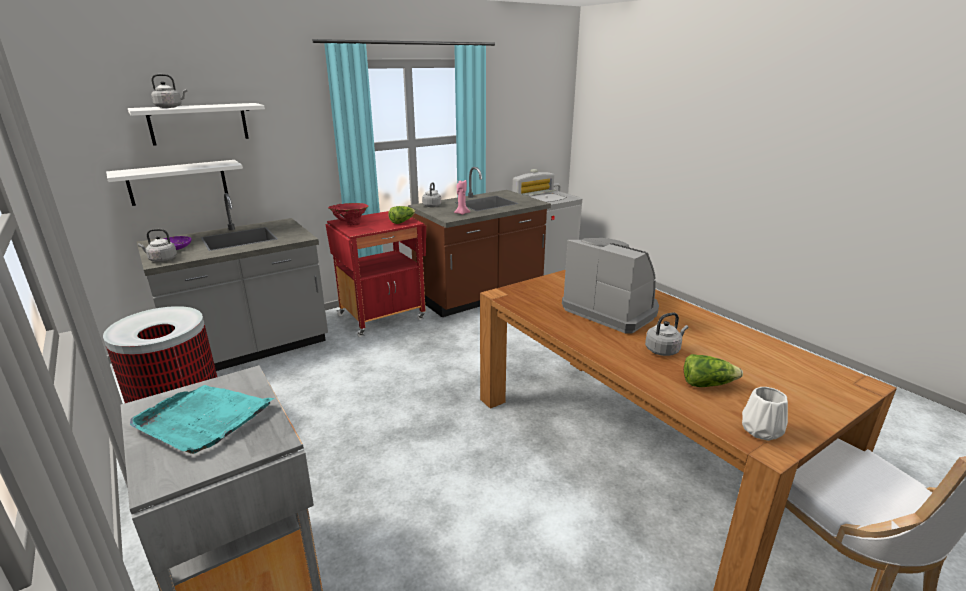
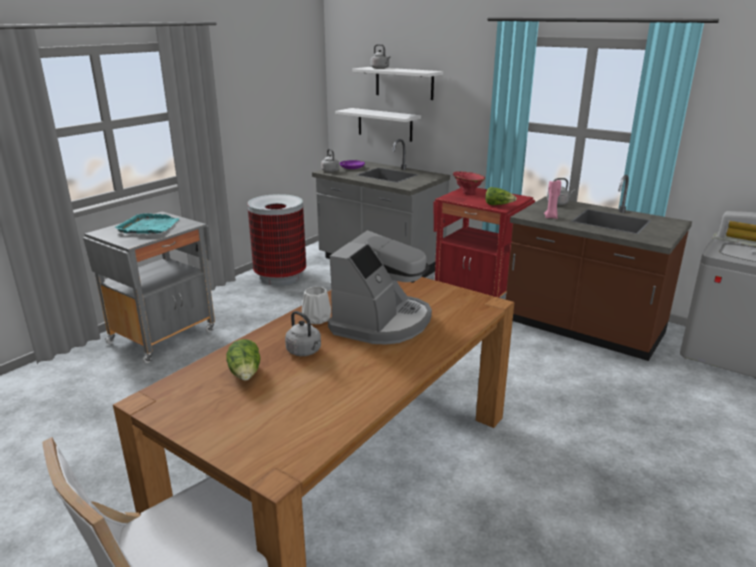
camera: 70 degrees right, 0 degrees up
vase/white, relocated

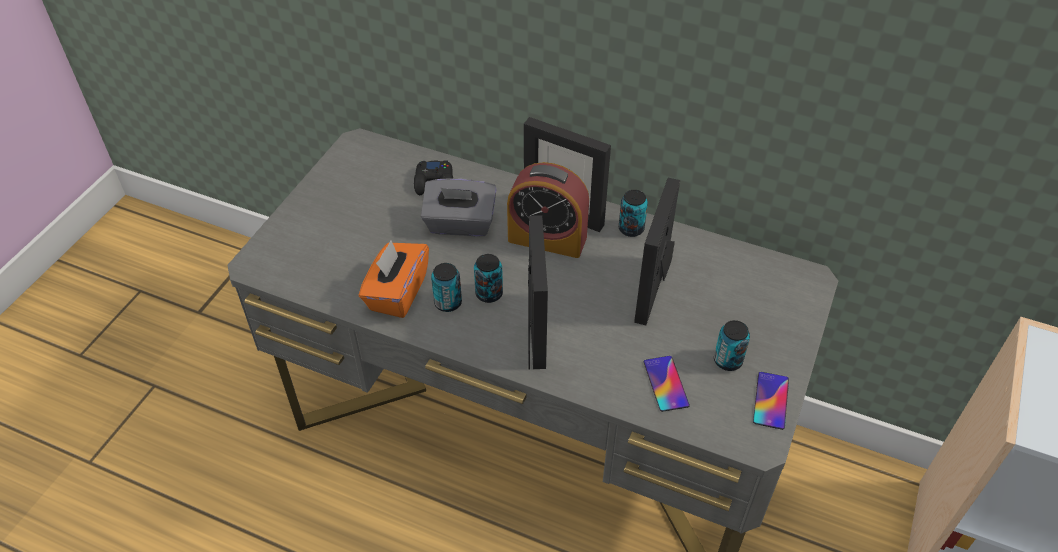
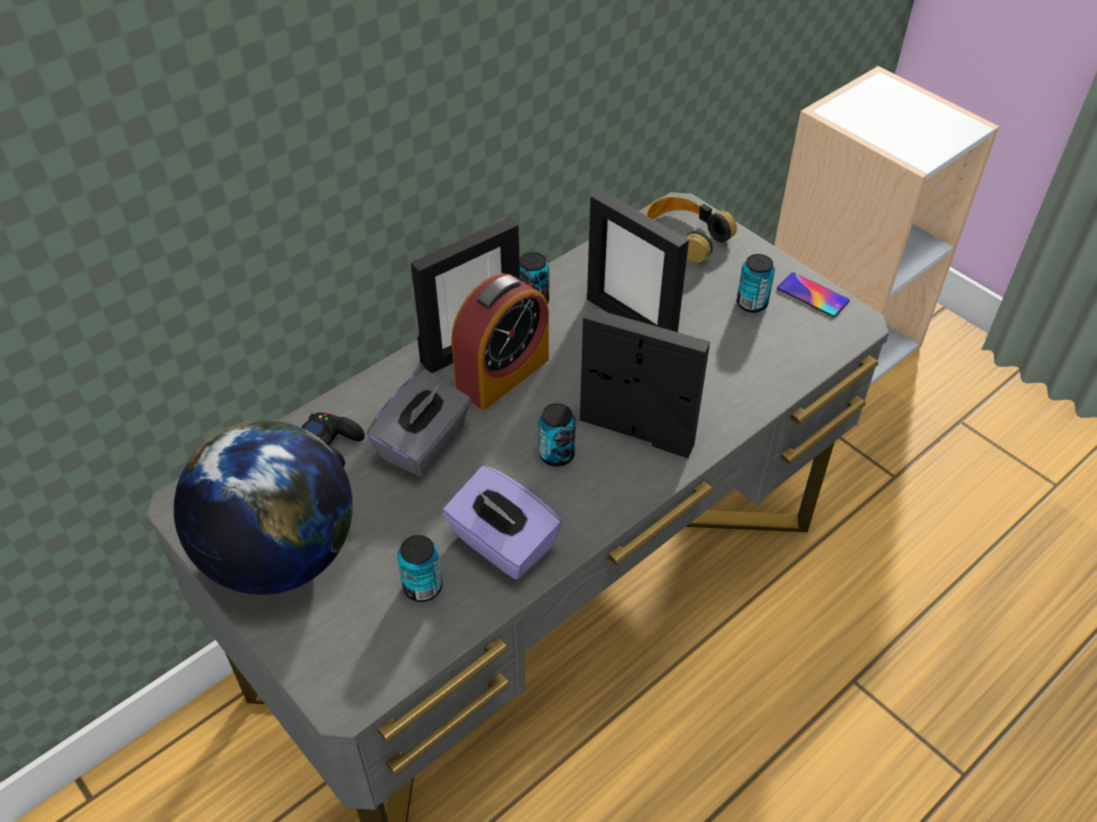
camera: 65 degrees left, 0 degrees up
phone (no. 1 from left) → -
- → globe
- → headphones
can (no. 1 from left), relocated
tissue box/orange → tissue box/purple

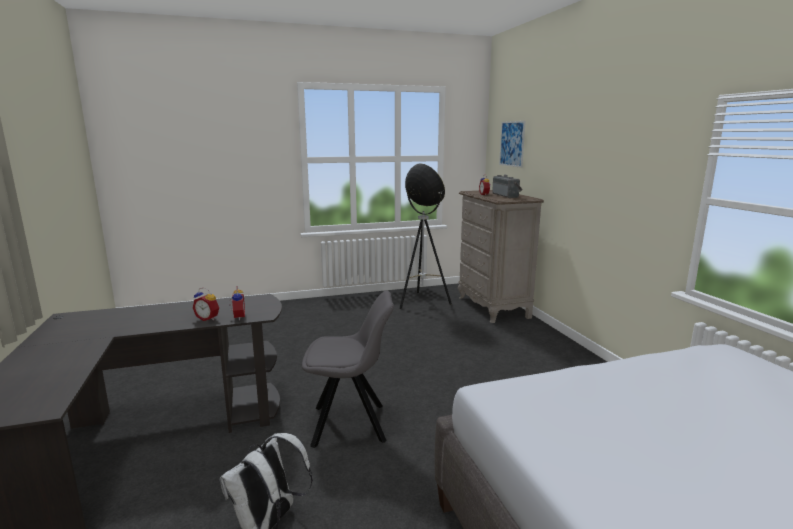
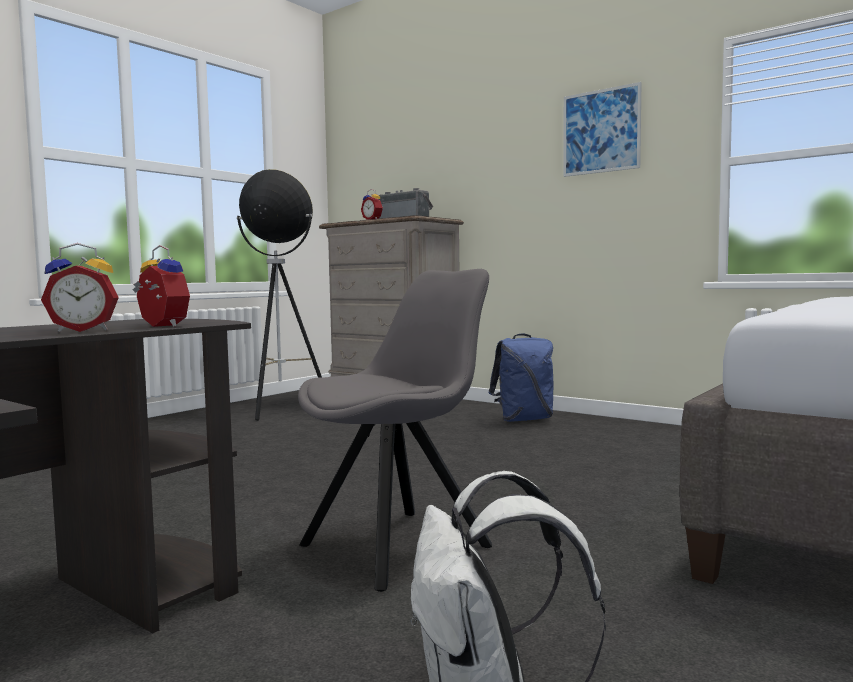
camera: 35 degrees left, 10 degrees down
- → backpack/blue
picture, relocated

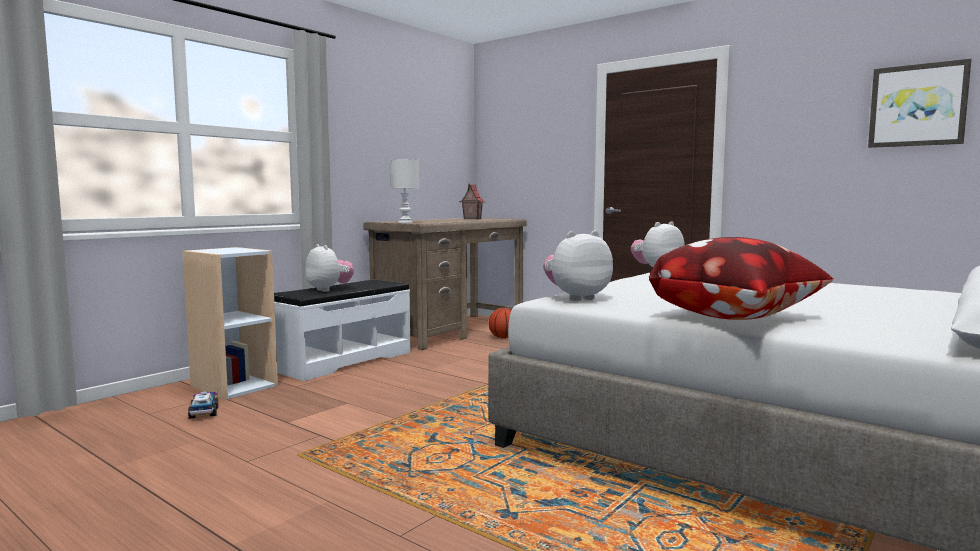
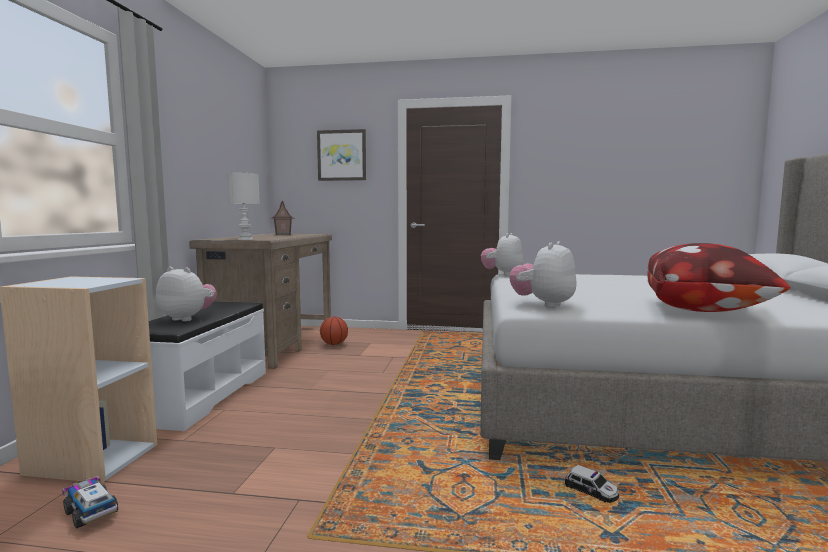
camera: 30 degrees left, 0 degrees up
- → toy car
picture, relocated

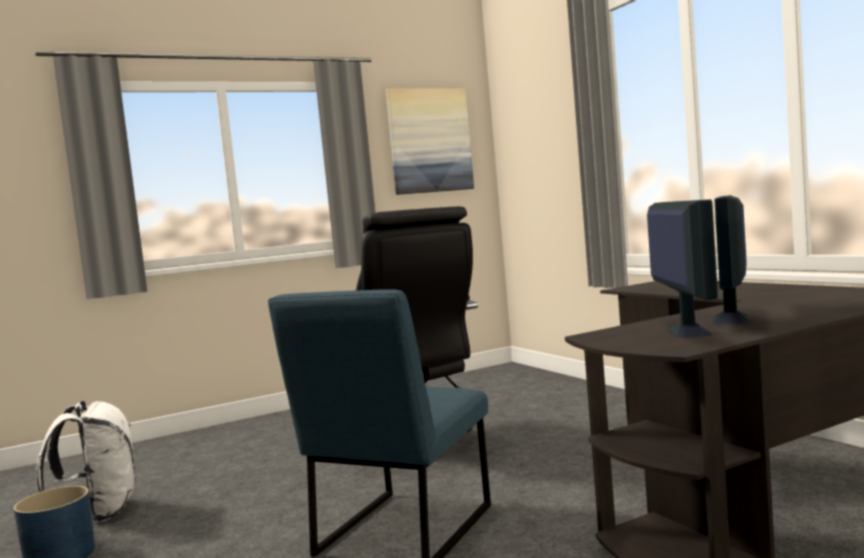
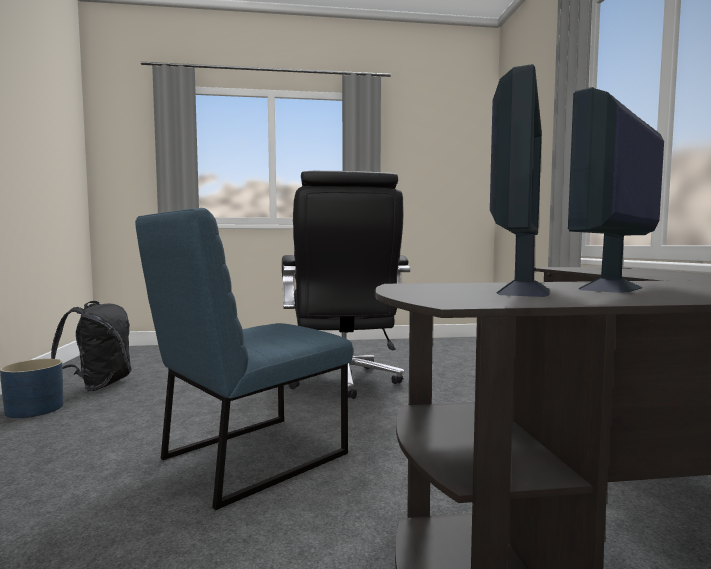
camera: 20 degrees right, 0 degrees up
picture → -
backpack/white → backpack/black

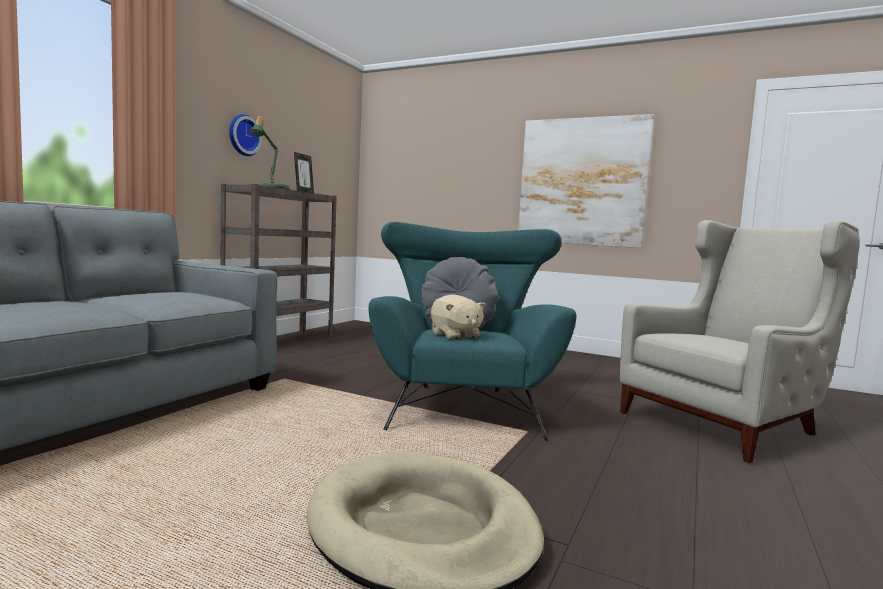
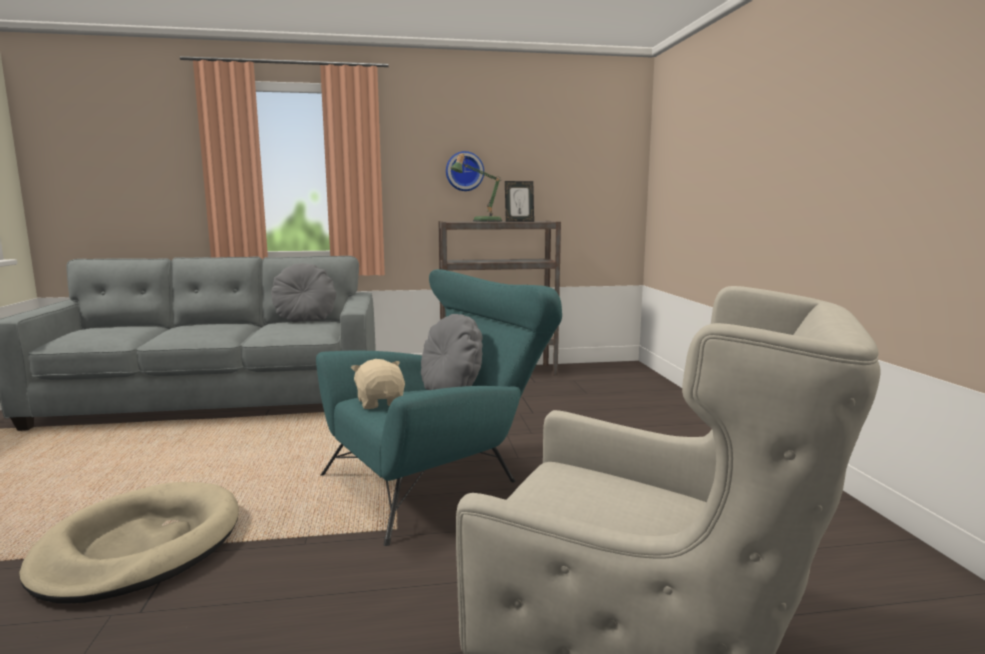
camera: 55 degrees right, 5 degrees up
picture → -
- → pillow/grey (no. 1 from left)
plush toy/beige, 135 degrees clockwise

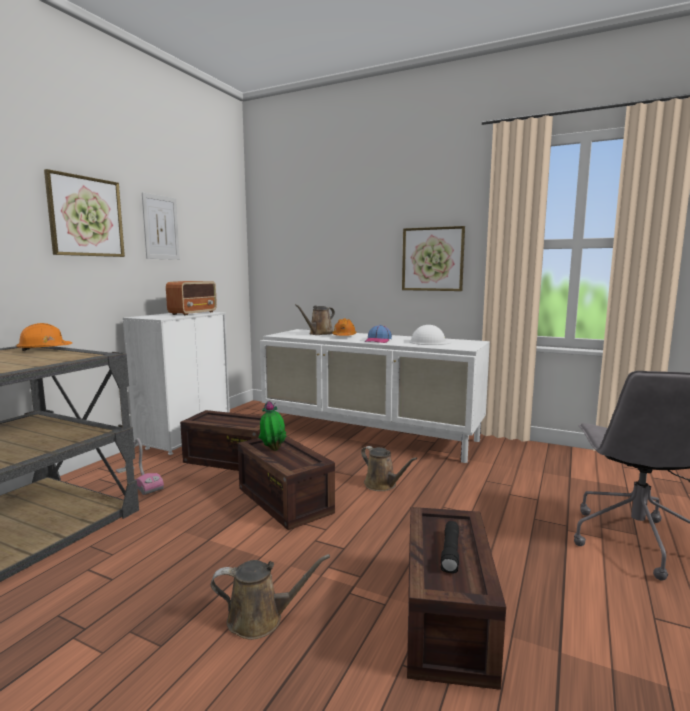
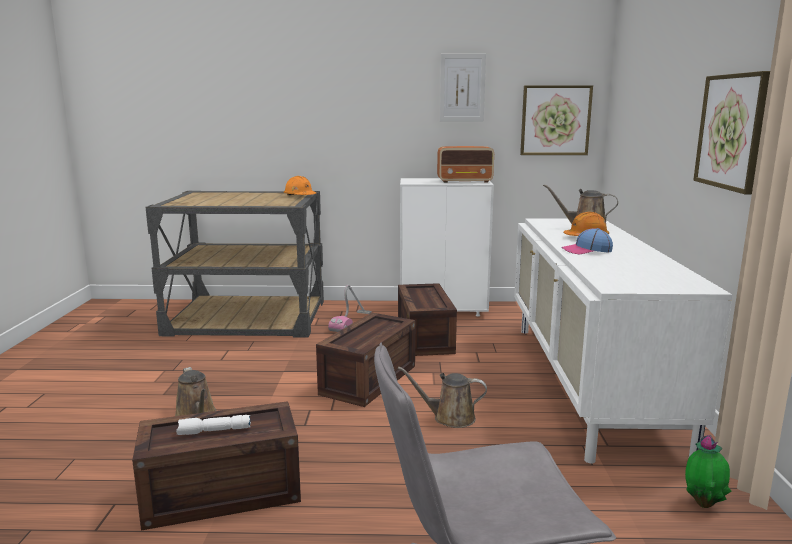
camera: 65 degrees right, 5 degrees up
hard hat/white → -
picture (no. 1 from left in the first image) → picture (no. 2 from left), relocated
potted plant, relocated
flashlight/black → flashlight/white
watering can/brown (no. 3 from left in the first image) → watering can/brown (no. 2 from left), 75 degrees clockwise

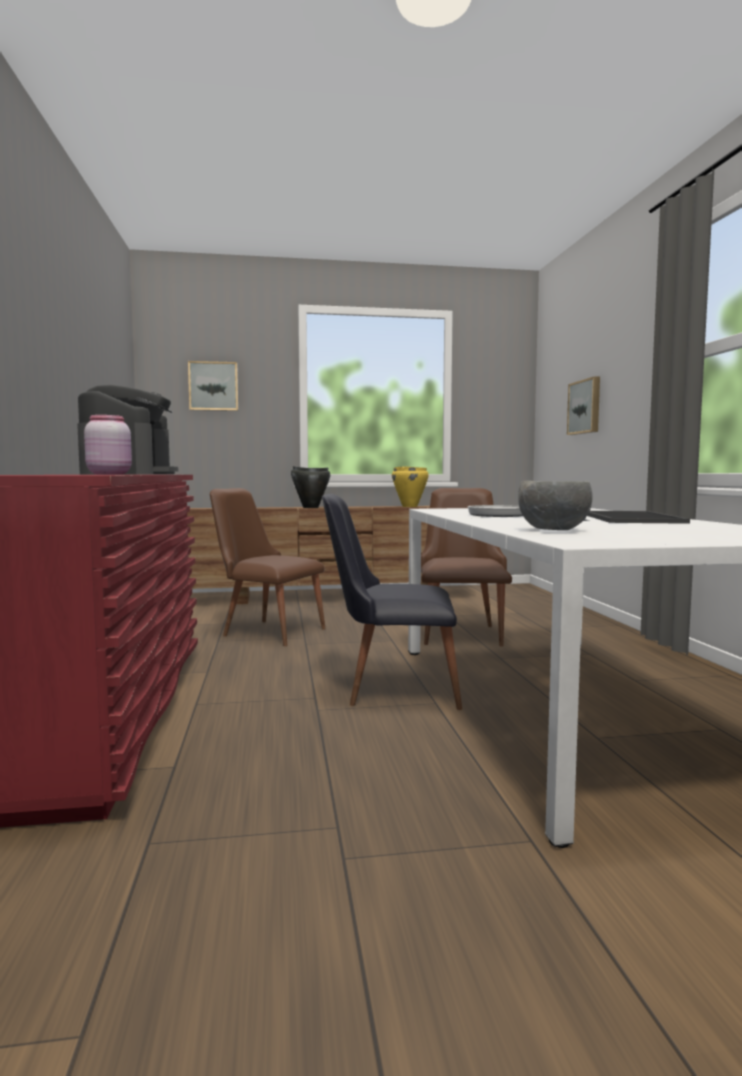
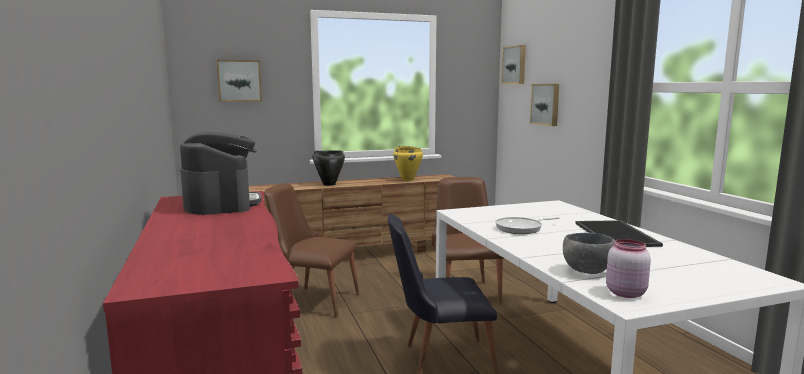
camera: 10 degrees left, 5 degrees up
- → picture (no. 2 from left)
jar/pink, relocated

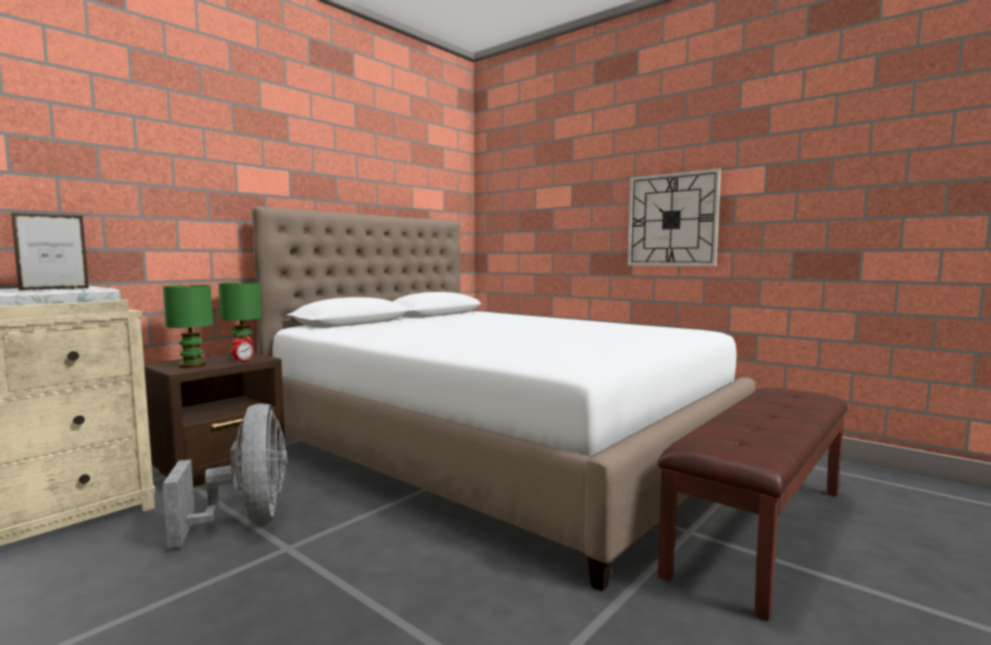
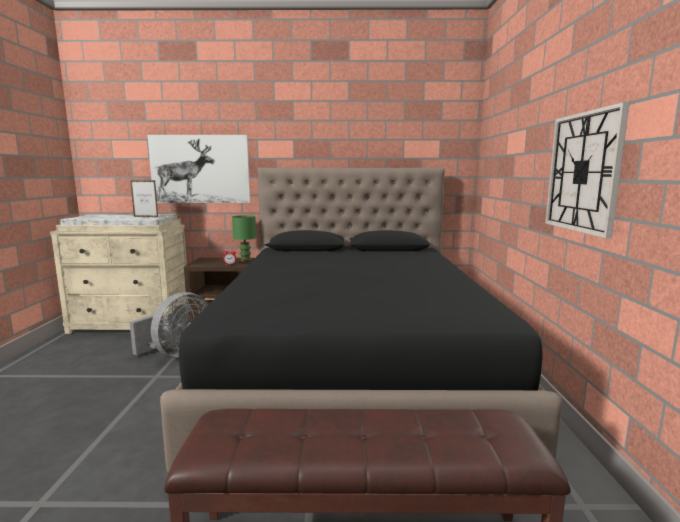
camera: 50 degrees right, 5 degrees up
table lamp/green (no. 1 from left) → -
- → picture
bed/white → bed/black

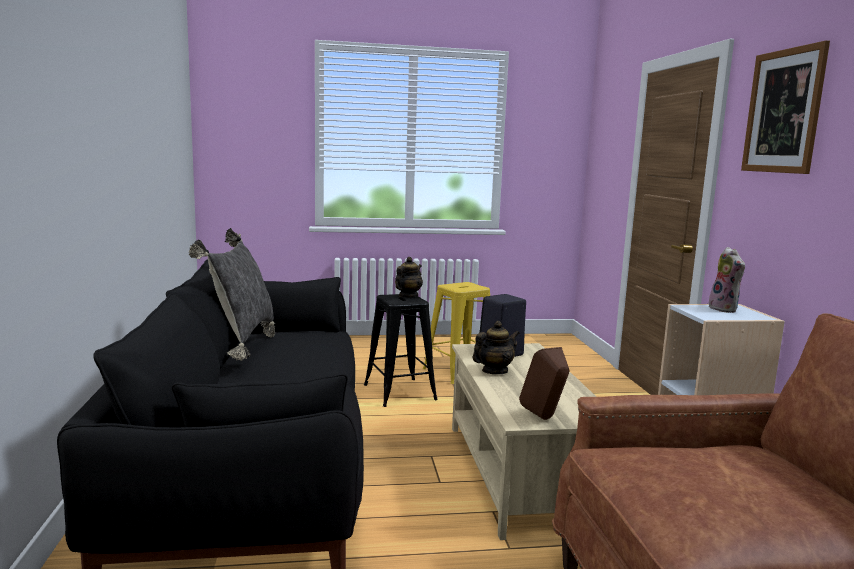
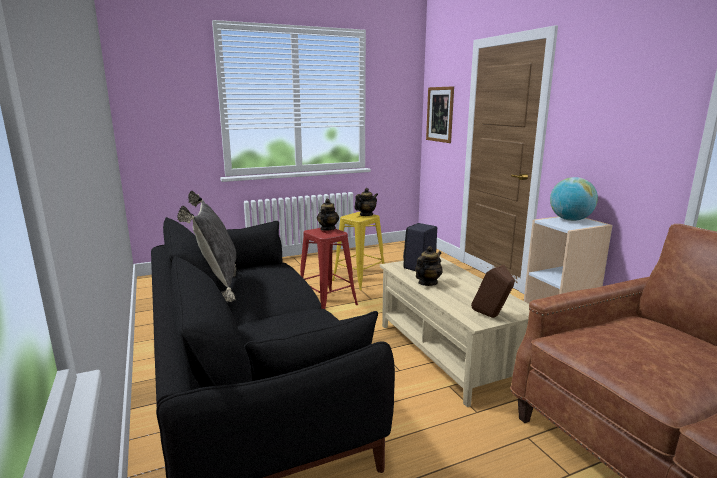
camera: 15 degrees left, 5 degrees up
- → teapot (no. 2 from left)
picture, relocated
plush toy → globe
stool/black → stool/red

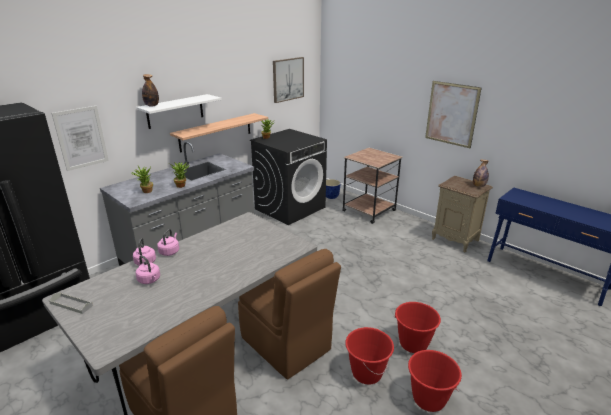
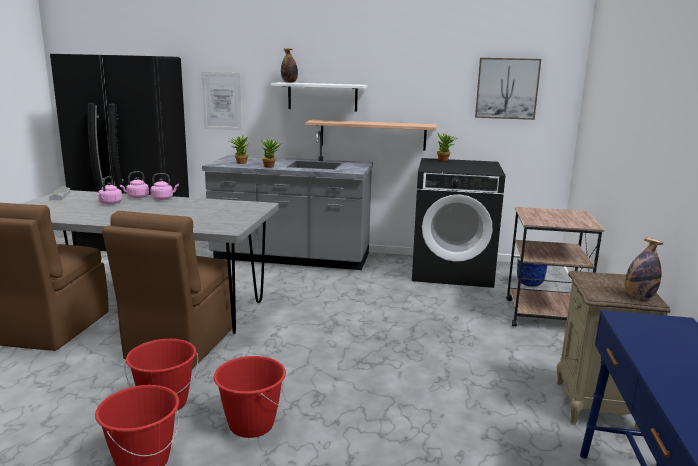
camera: 55 degrees right, 10 degrees down
picture (no. 3 from left) → -

